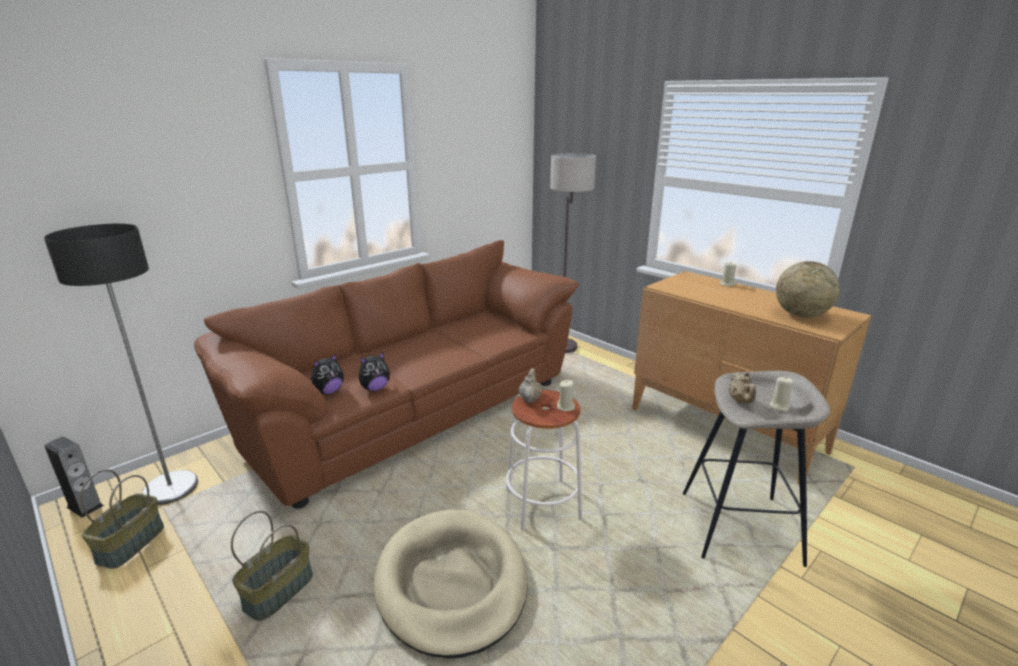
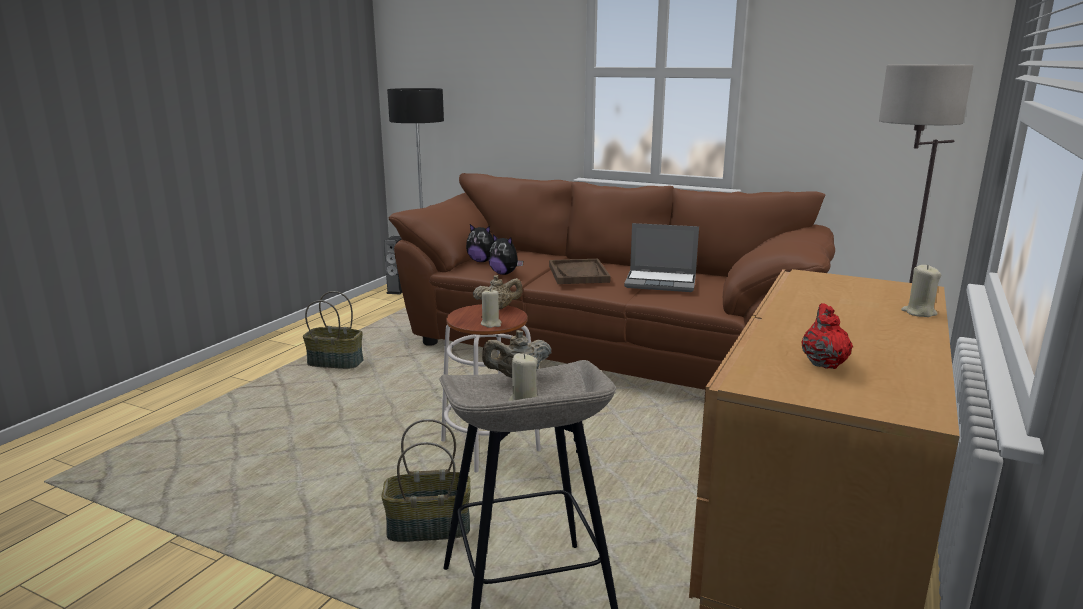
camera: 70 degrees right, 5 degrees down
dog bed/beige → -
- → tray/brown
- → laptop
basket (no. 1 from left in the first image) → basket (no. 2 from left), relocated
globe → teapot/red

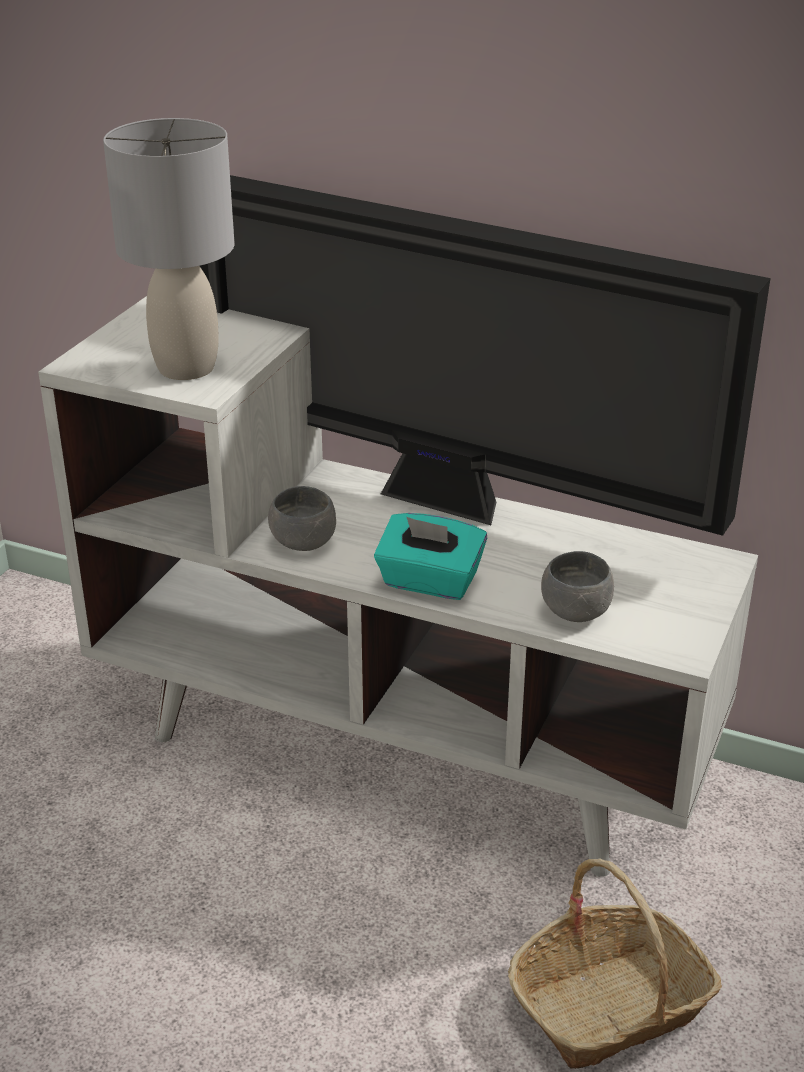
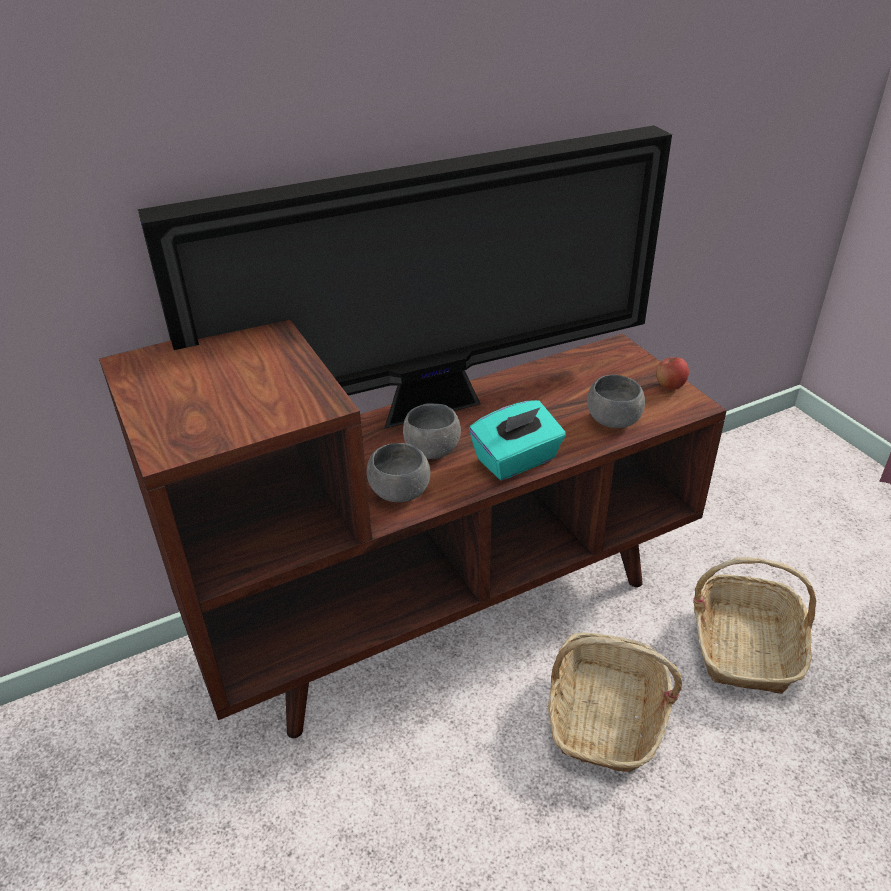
camera: 50 degrees left, 5 degrees up
table lamp/grey → -
- → bowl/grey (no. 2 from left)
- → basket (no. 1 from left)
- → apple
tv stand/white → tv stand/brown

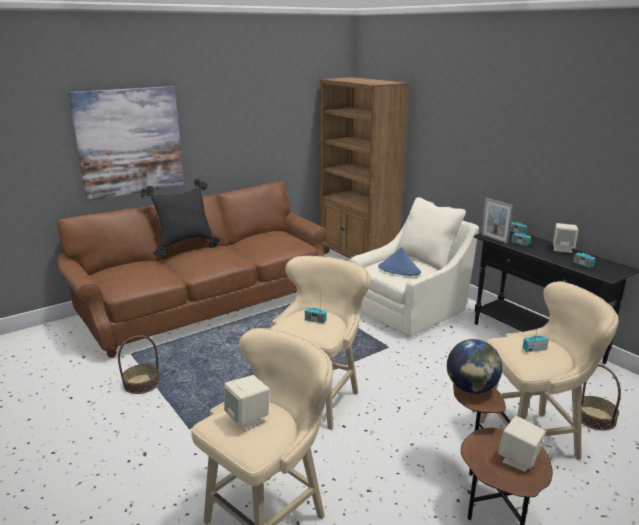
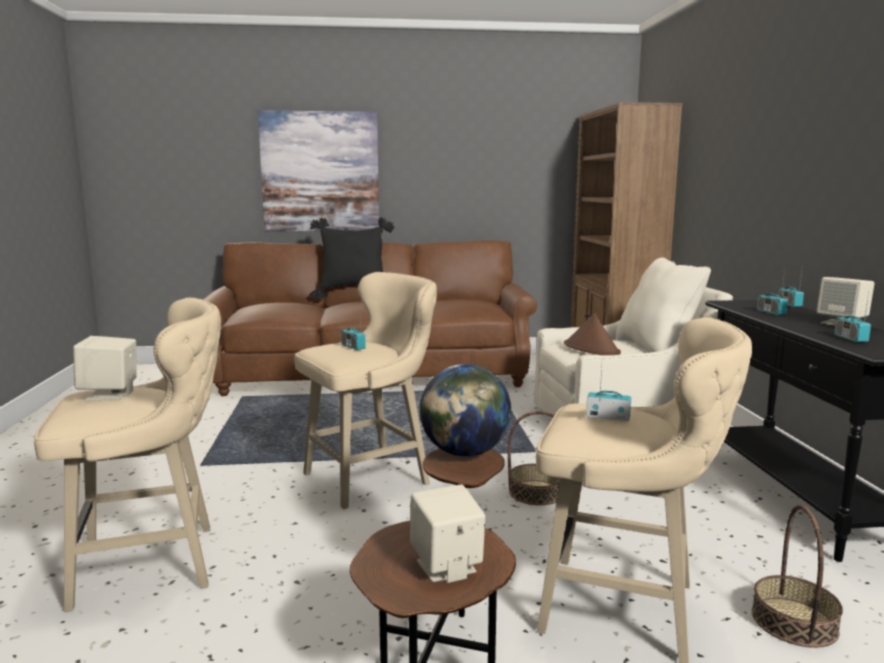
camera: 30 degrees right, 10 degrees down
picture frame → -
basket (no. 1 from left), relocated
hat/blue → hat/brown

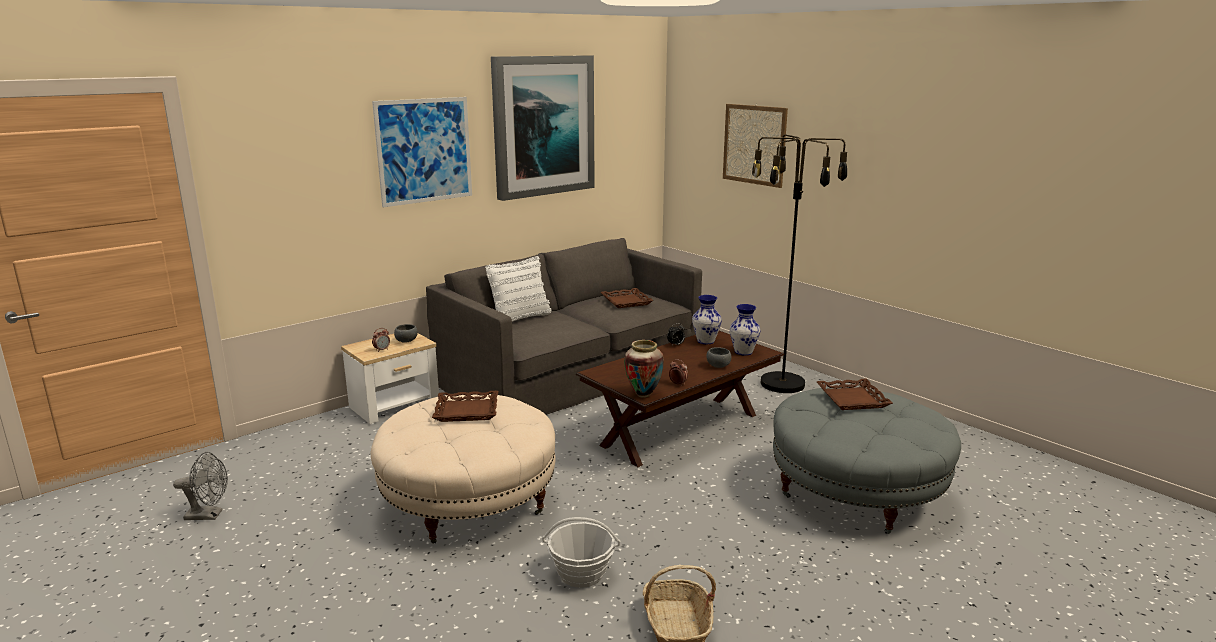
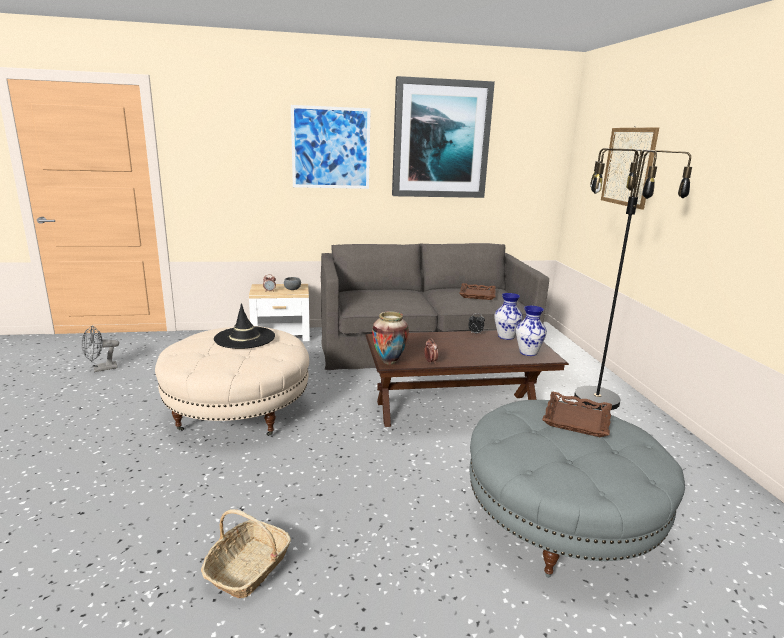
camera: 30 degrees right, 0 degrees up
pillow/white → -
basket (no. 1 from left) → -
bowl/grey (no. 2 from left) → -
tray/brown (no. 1 from left) → hat/black
fan/grey, 120 degrees clockwise

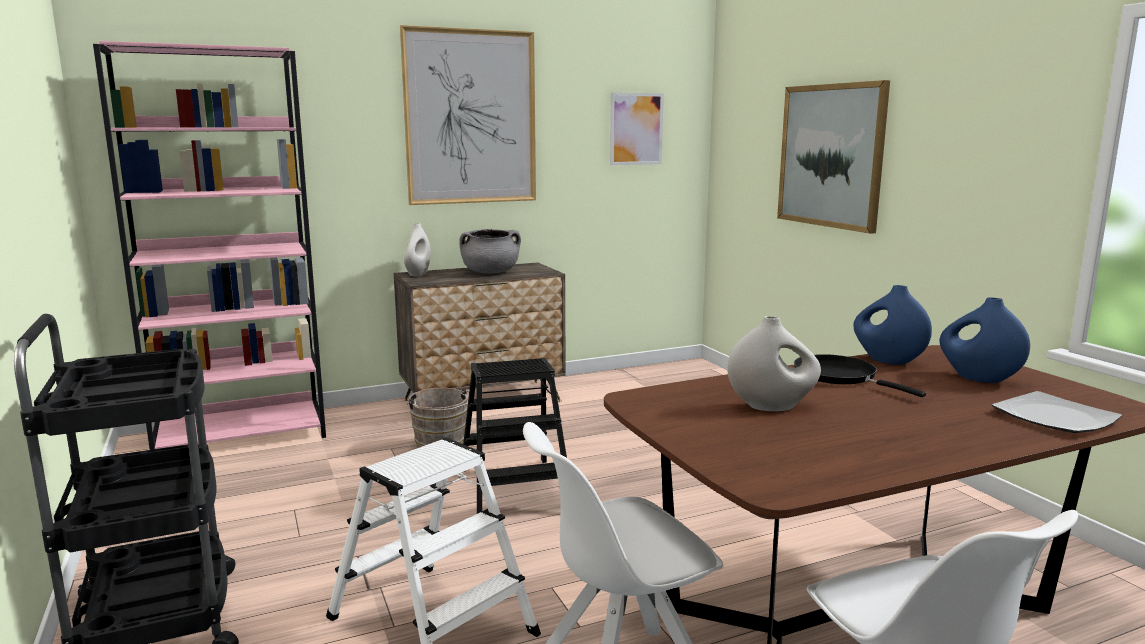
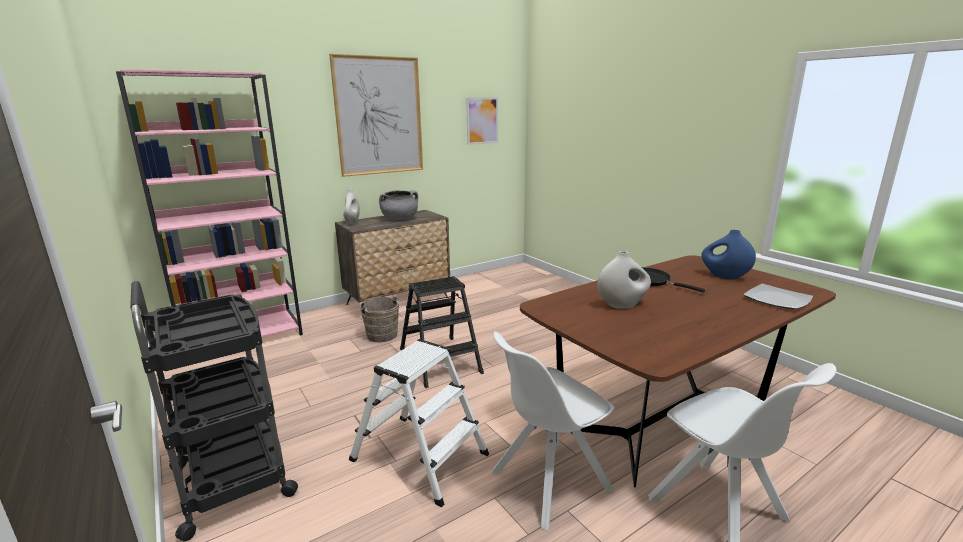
camera: 10 degrees left, 5 degrees up
picture (no. 3 from left) → -
vase/blue (no. 1 from left) → -

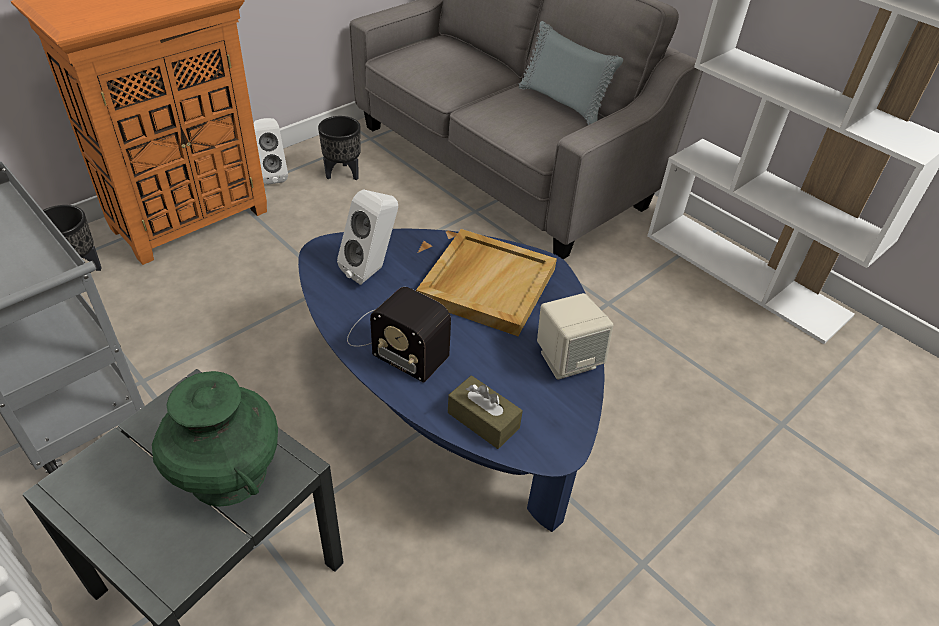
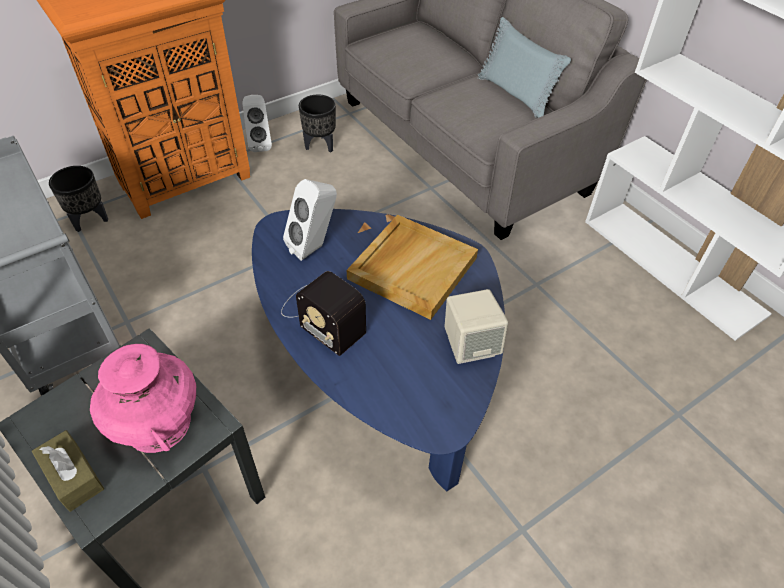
camera: 10 degrees right, 5 degrees up
tissue box/brown, relocated
vase/green → vase/pink

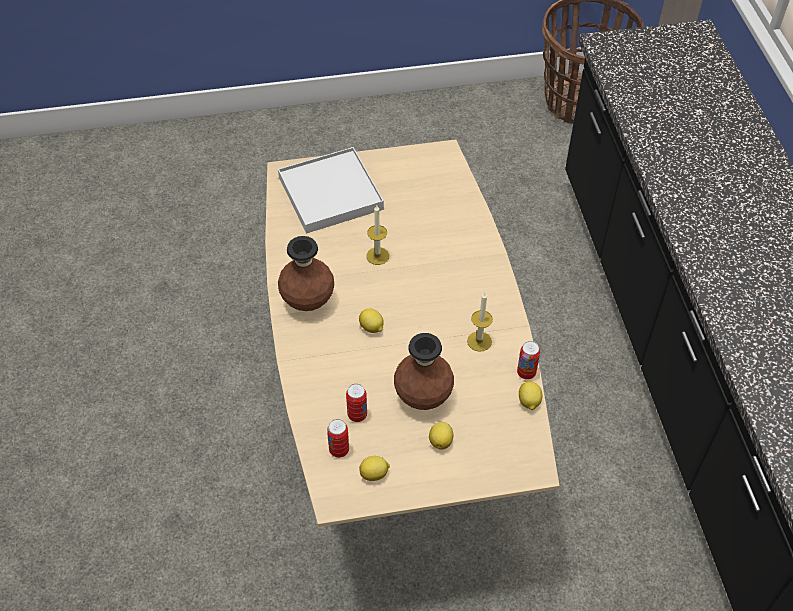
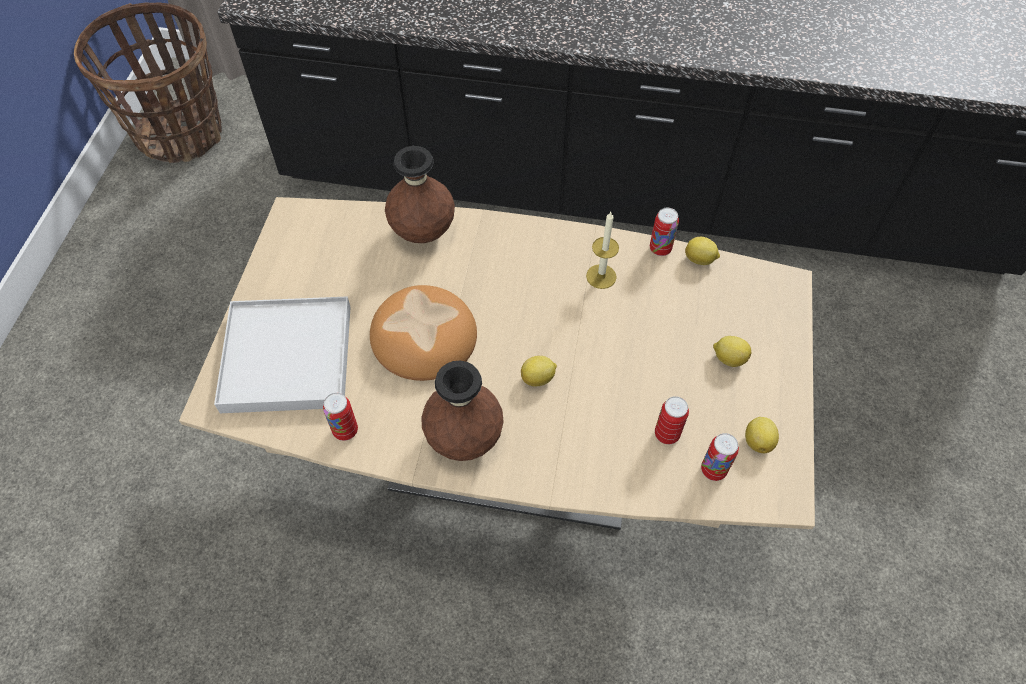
camera: 70 degrees left, 5 degrees up
- → can (no. 1 from left)
vase/brown (no. 2 from left in the first image) → vase/brown (no. 1 from left), relocated
candle (no. 1 from left) → bread

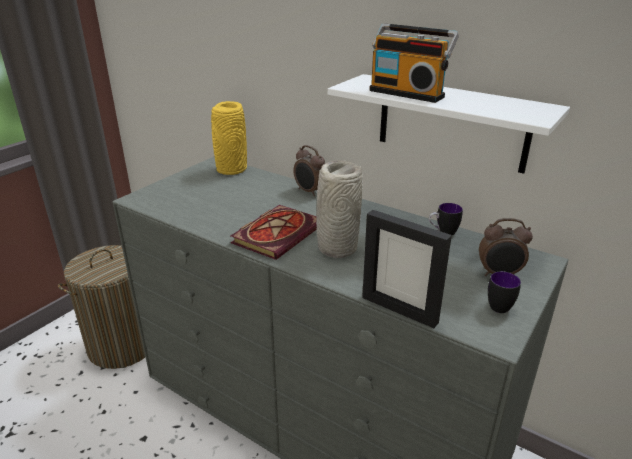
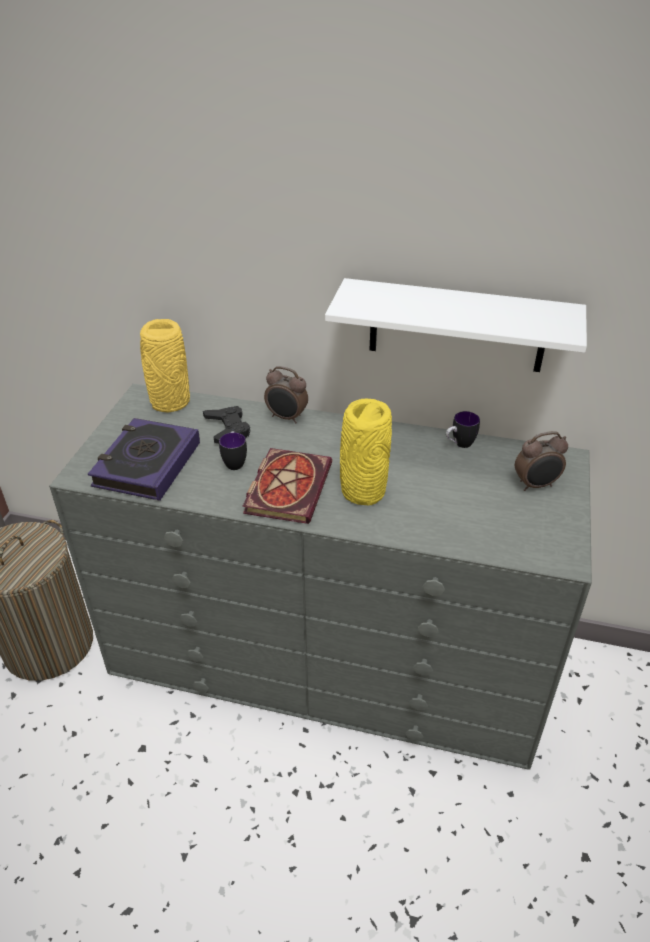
camera: 20 degrees left, 10 degrees up
picture frame → -
radio → -
- → book (no. 1 from left)
- → game controller/black
mug (no. 2 from left in the first image) → mug (no. 1 from left), relocated
vase/grey → vase/yellow (no. 2 from left)

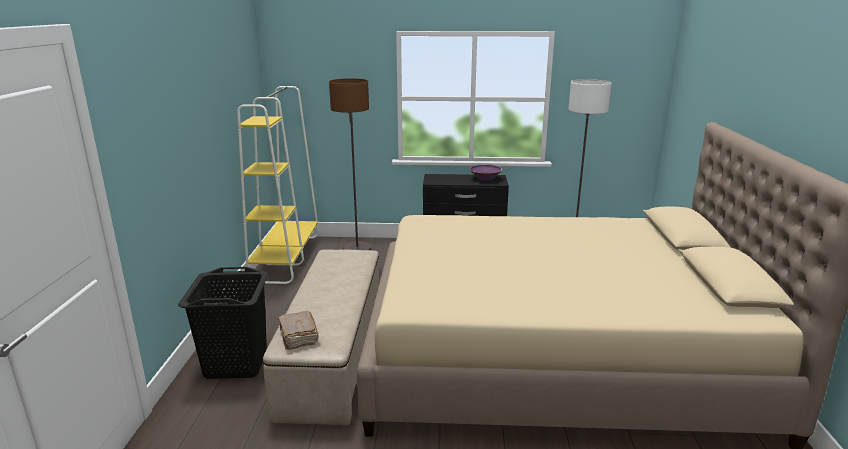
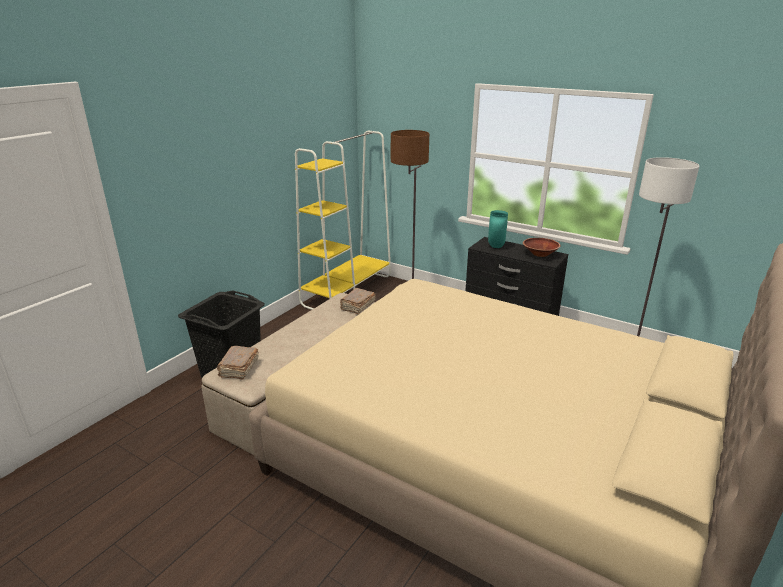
camera: 30 degrees right, 5 degrees up
- → book/brown (no. 2 from left)
- → vase/turquoise
bowl/purple → bowl/brown

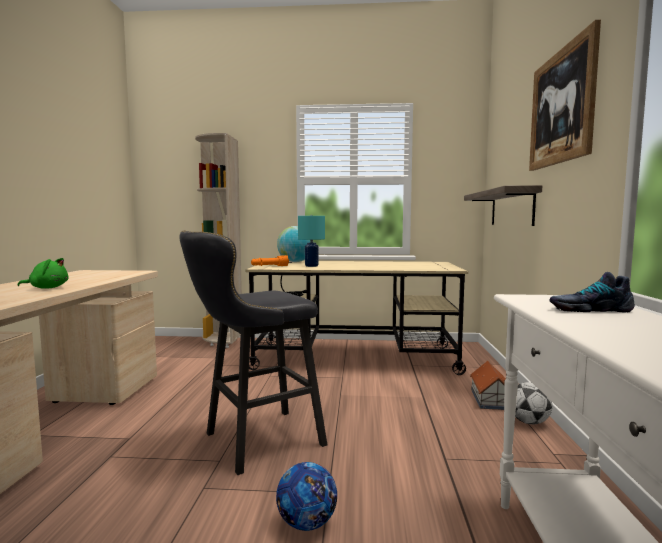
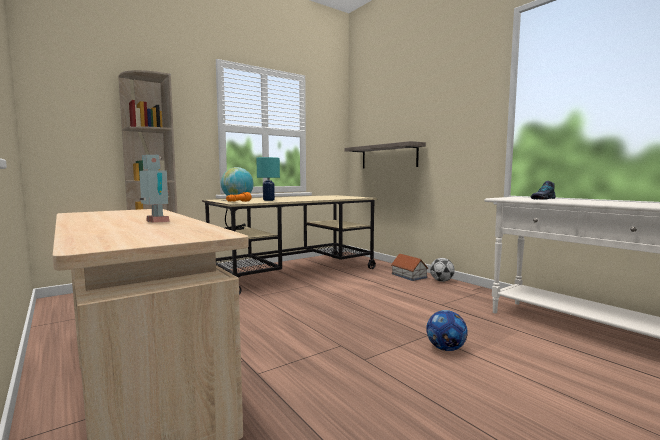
camera: 40 degrees left, 0 degrees up
stool/black → -
picture → -
plush toy/green → toy robot

